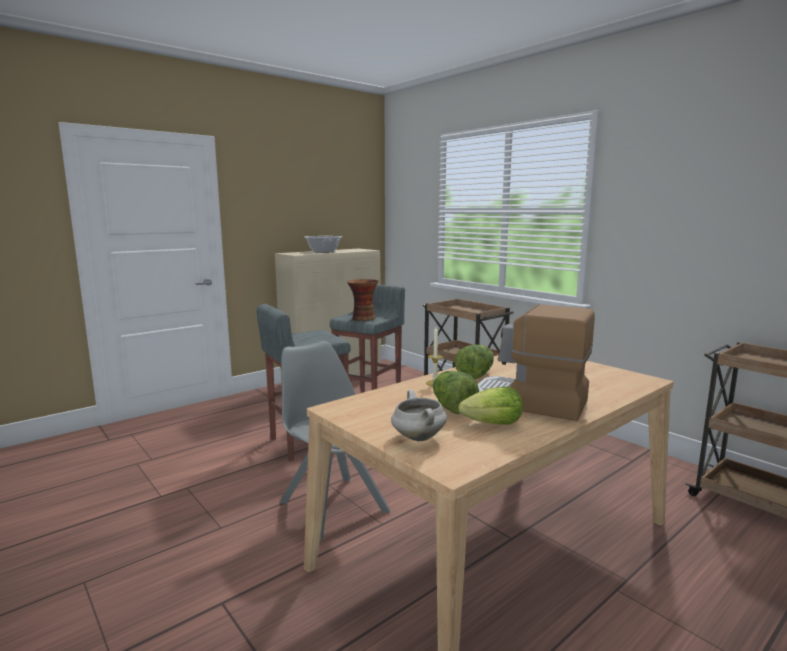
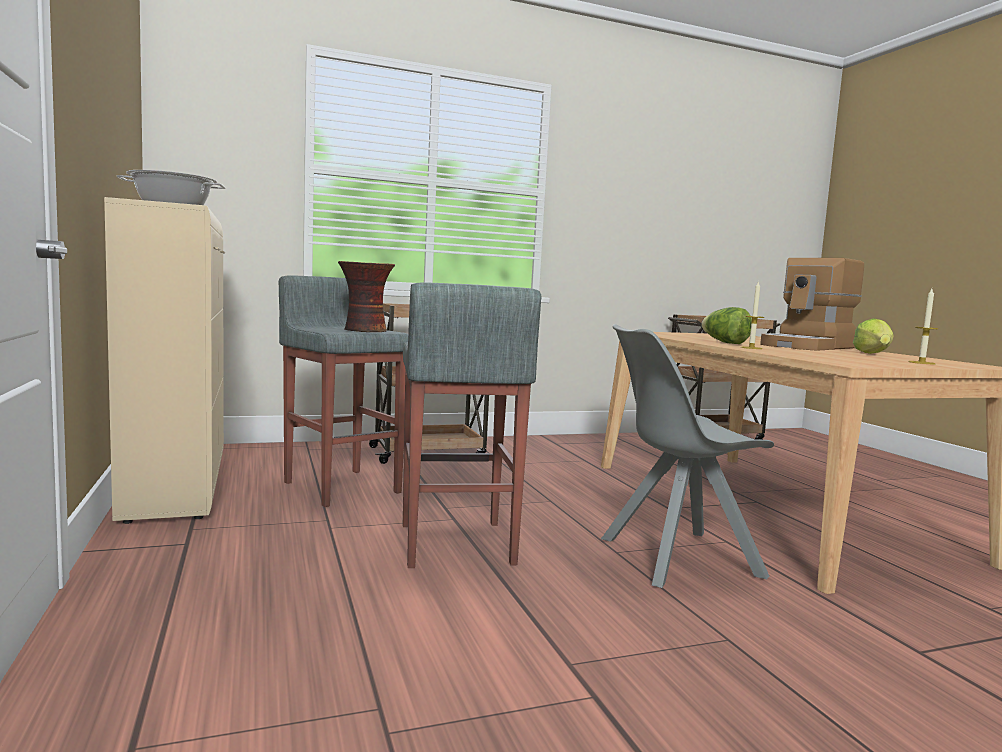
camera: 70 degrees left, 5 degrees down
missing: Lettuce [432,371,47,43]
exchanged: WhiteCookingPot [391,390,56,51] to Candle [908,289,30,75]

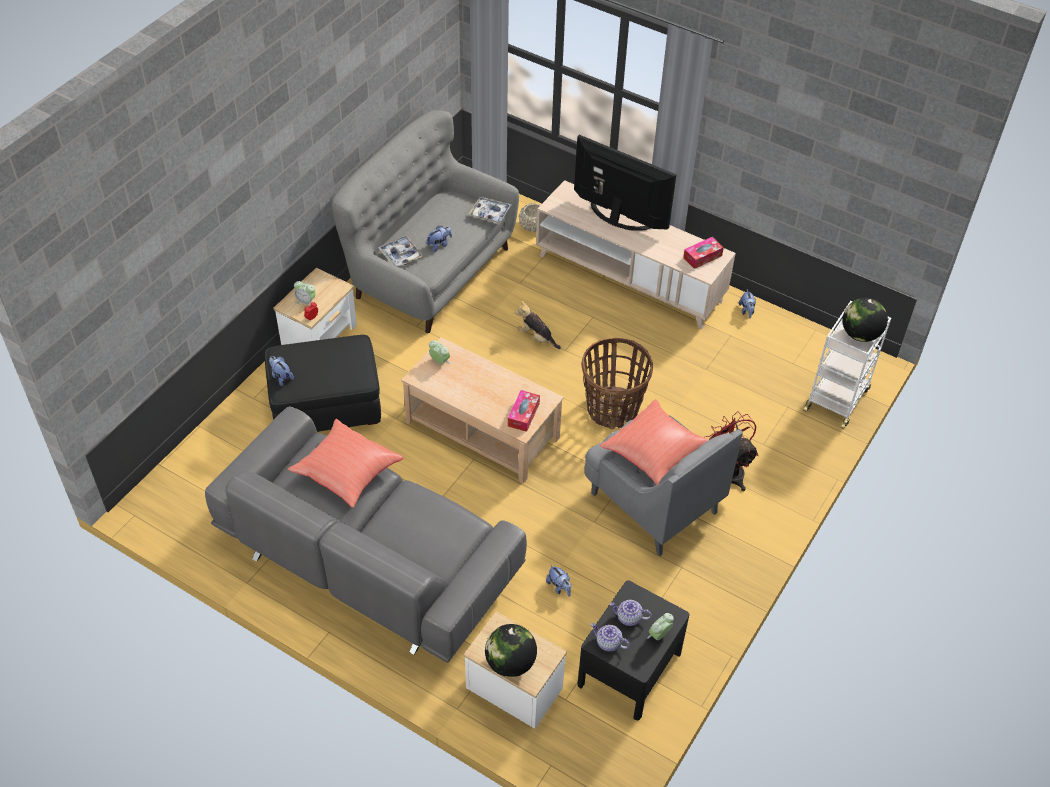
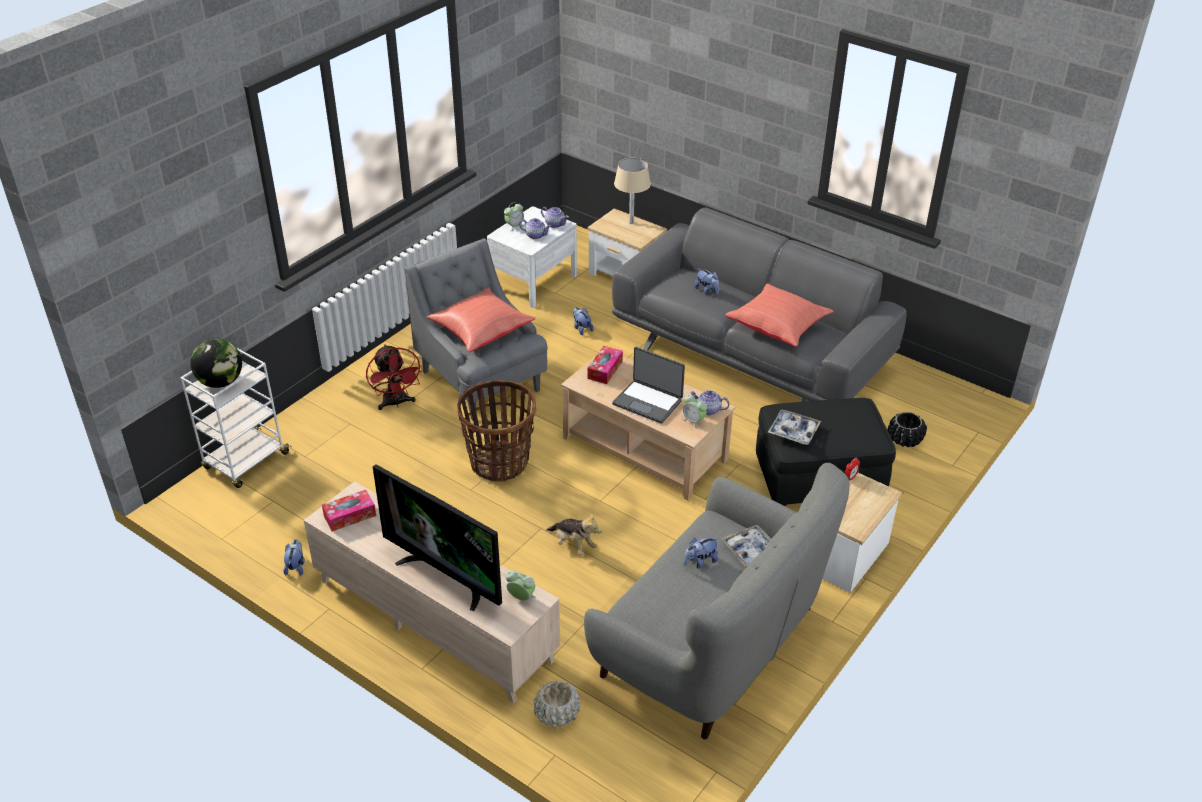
camera: 175 degrees left, 10 degrees down
appeared: Laptop [612,347,73,77]; Teapot [690,390,40,25]; BlackPlanter [888,412,39,35]
relocated: PlushToy [269,356,25,30] to [694,268,25,27]; AlarmClock [294,280,22,26] to [506,570,30,30]; Tray [468,197,43,27] to [768,409,53,36]
exchanged: Globe [485,624,52,53] to BeigeTableLamp [614,158,37,66]
colour: BlackNightstand [577,580,113,140] to WhiteNightstand [487,207,90,101]

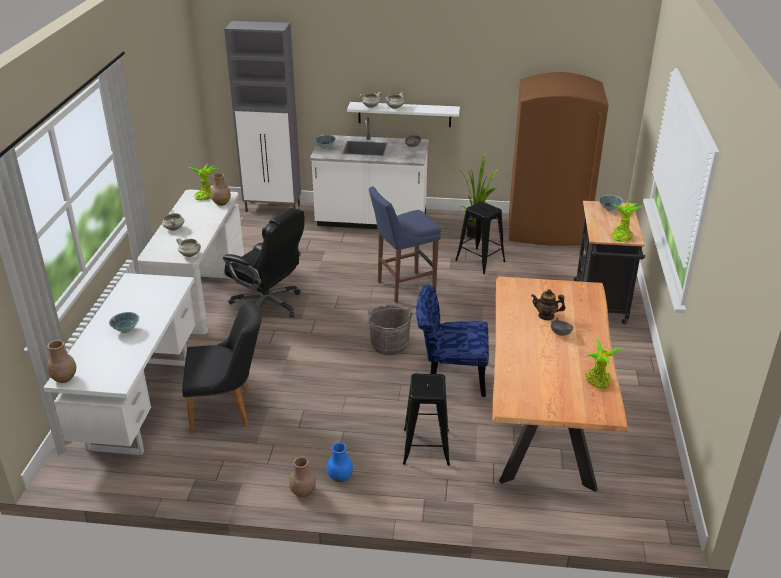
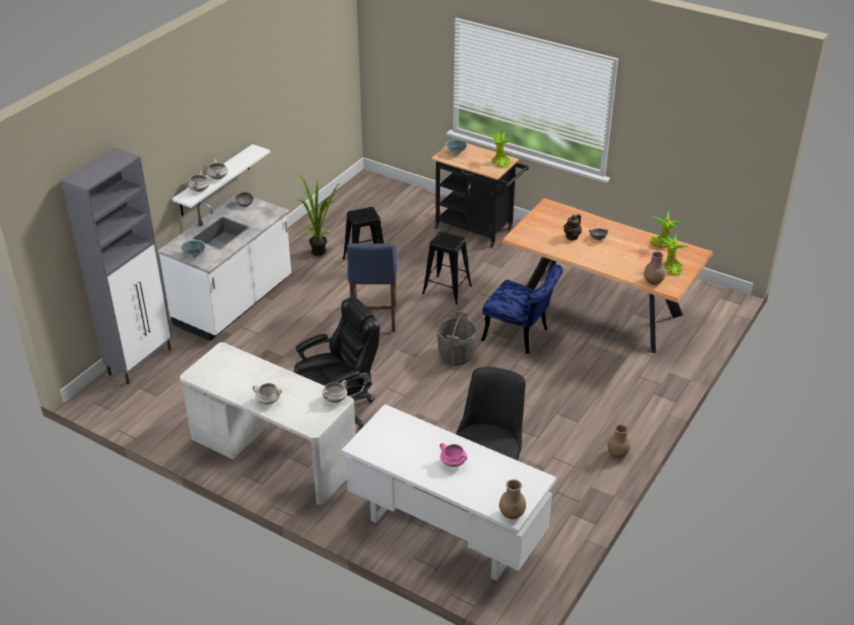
camera: 65 degrees left, 5 degrees up
missing: BlueVase [327,442,26,40]; BrownFridge [509,72,100,174]
relocated: PottedPlant [189,164,28,37] to [660,235,29,40]; BrownVase [211,173,20,33] to [644,251,22,34]; BlackStool [403,373,47,93] to [422,231,50,73]
exchanged: Bowl [109,312,31,21] to PinkCookingPot [440,443,27,24]
spun: BlueChair [416,284,73,113] = [481,264,82,90] 90 degrees counterclockwise

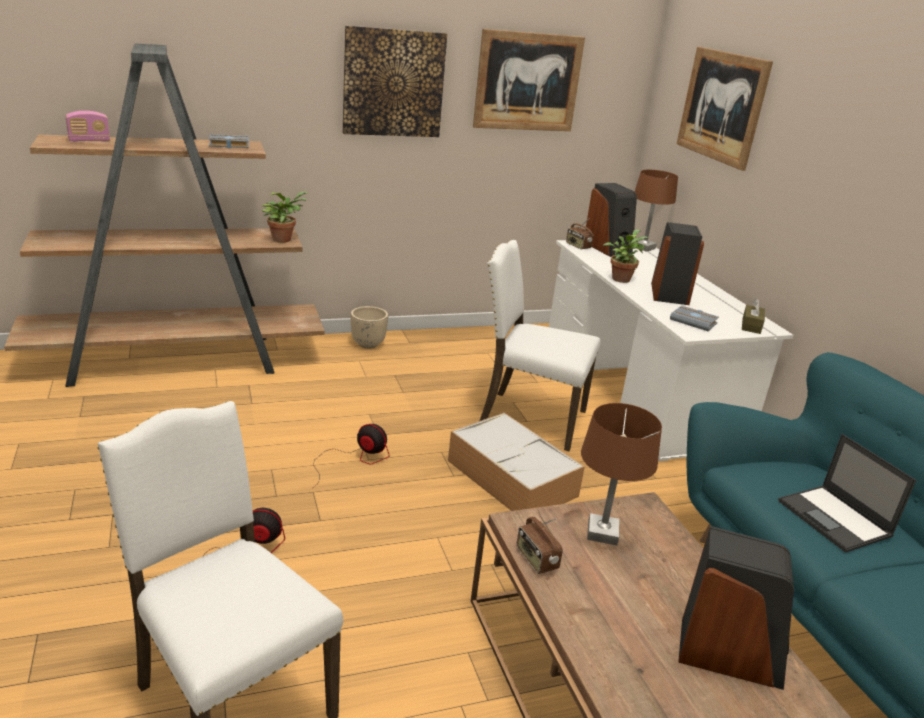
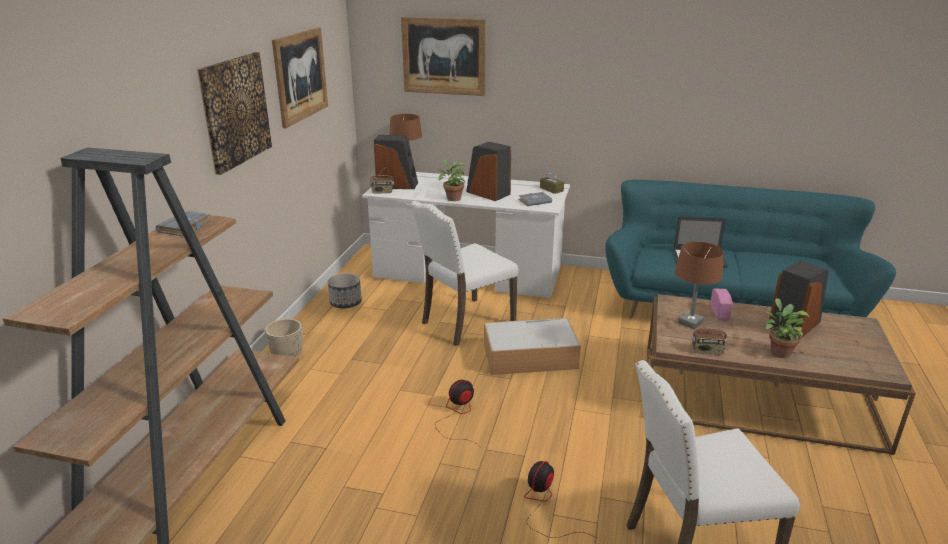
camera: 55 degrees left, 0 degrees up
appeared: Planter [328,273,34,36]
relocated: Radio [65,111,45,31] to [710,288,23,32]; PottedPlant [262,192,47,51] to [765,298,45,60]

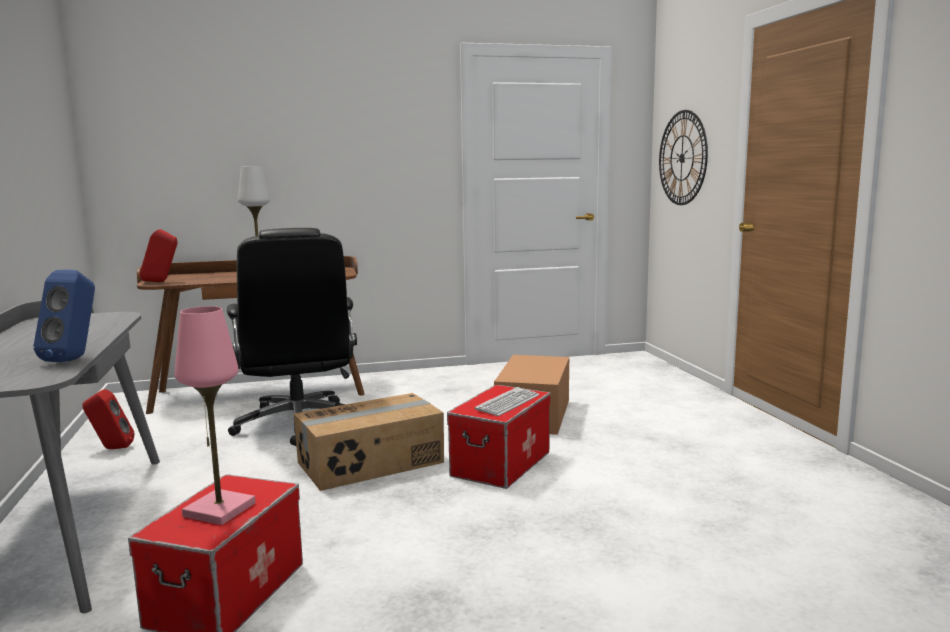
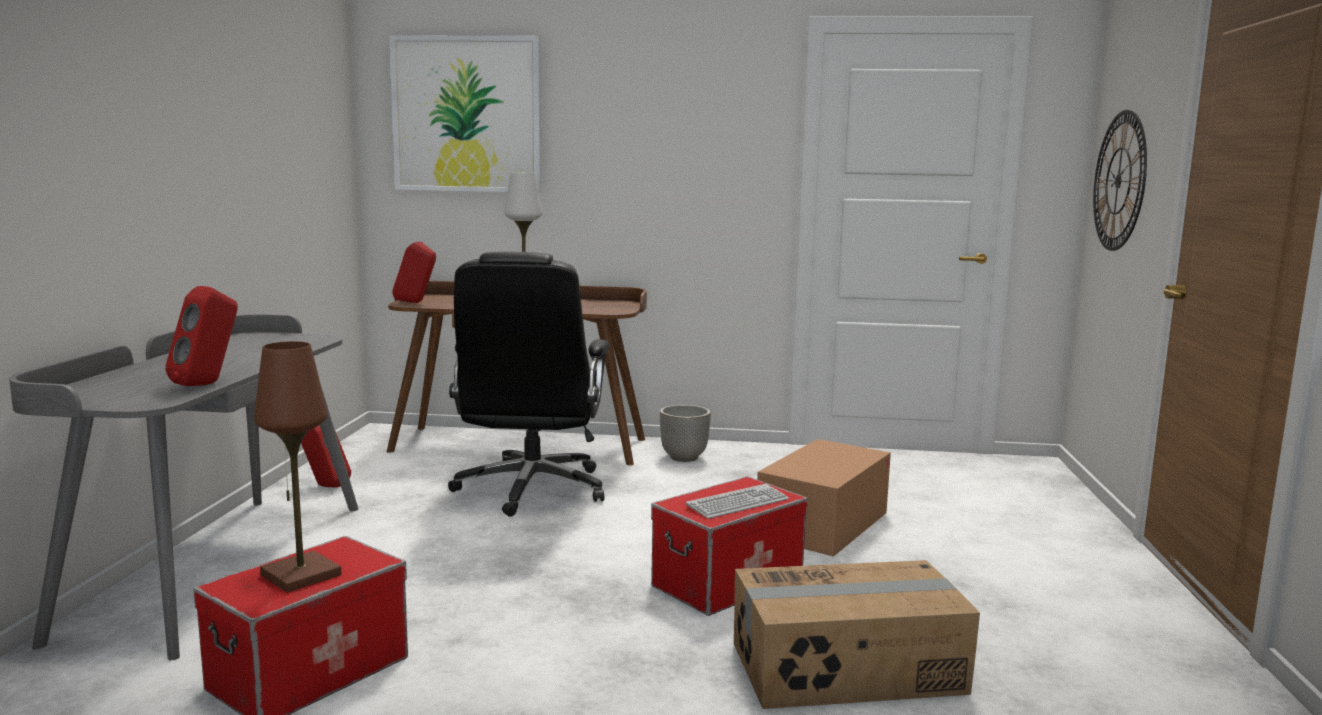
camera: 20 degrees right, 0 degrees up
appeared: Picture [389,35,152,158]; Planter [660,405,51,57]
relocated: CardboardBox [294,393,150,98] to [734,560,246,149]
colour: BlueSpeaker [33,270,62,92] to RedSpeaker [165,286,73,100]; PinkTableLamp [175,306,81,219] to BrownTableLamp [254,341,87,252]

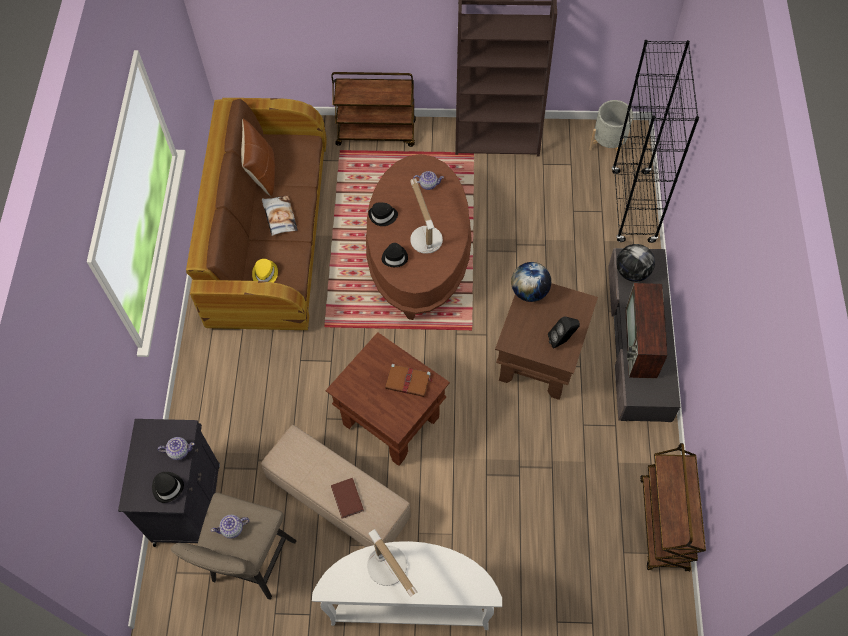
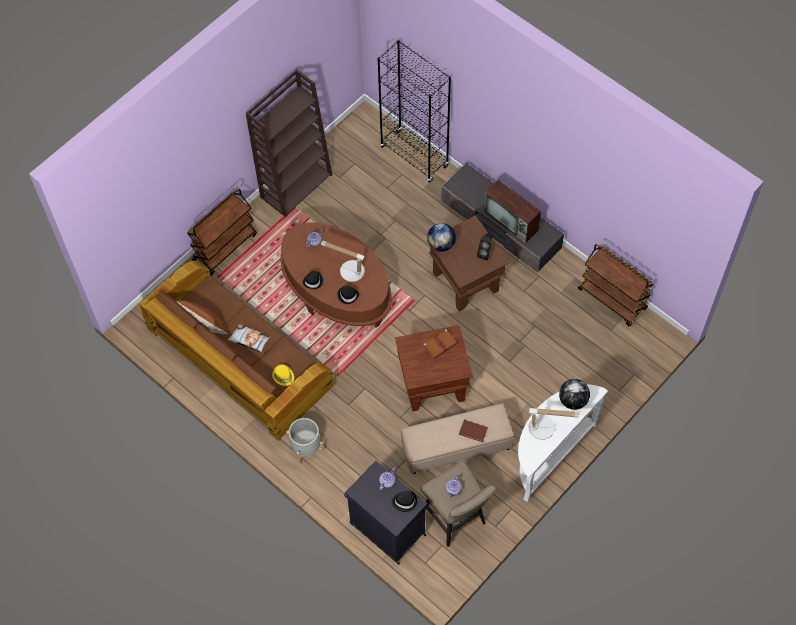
camera: 50 degrees left, 0 degrees up
relocated: GreyPlanter [589,100,44,59] to [287,418,37,47]; Globe [616,244,39,38] to [559,379,31,31]

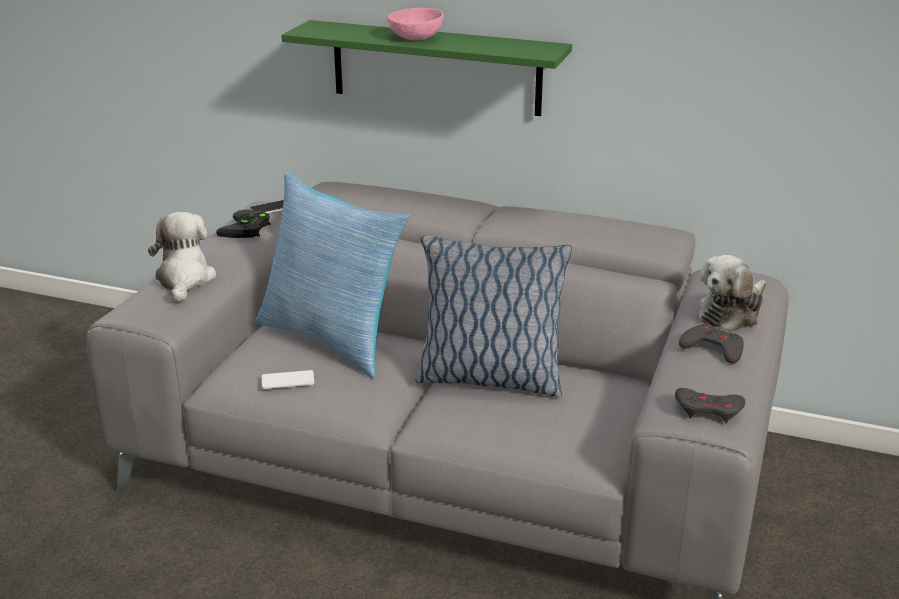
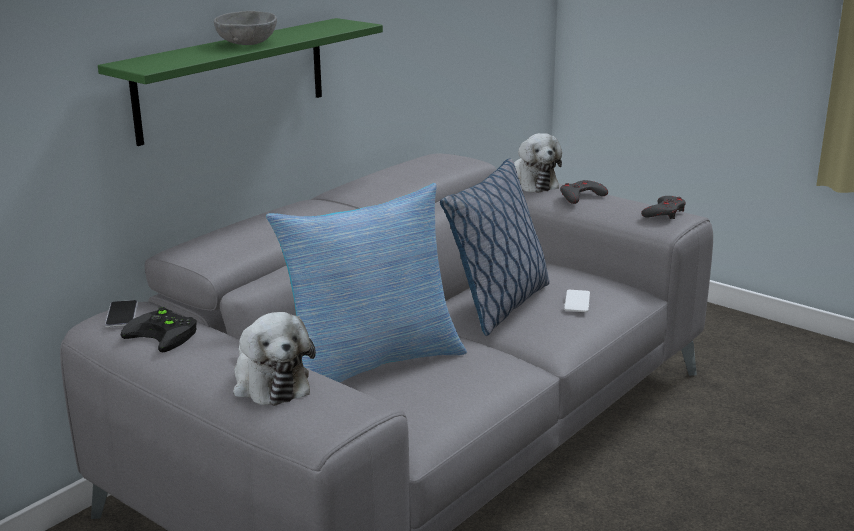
camera: 70 degrees left, 5 degrees down
relocated: Phone [262,370,52,19] to [564,290,26,22]
colour: PinkBowl [387,8,57,32] to GreyBowl [214,11,63,34]
spun: PlushToy [148,212,68,90] = [233,312,83,94] 135 degrees counterclockwise

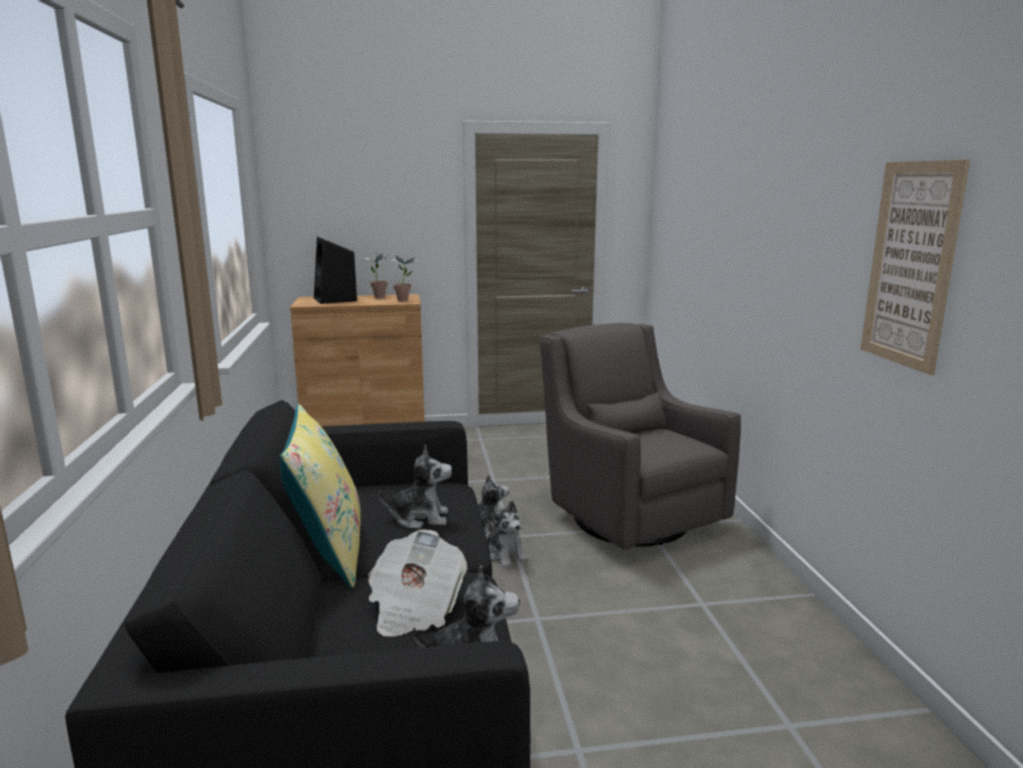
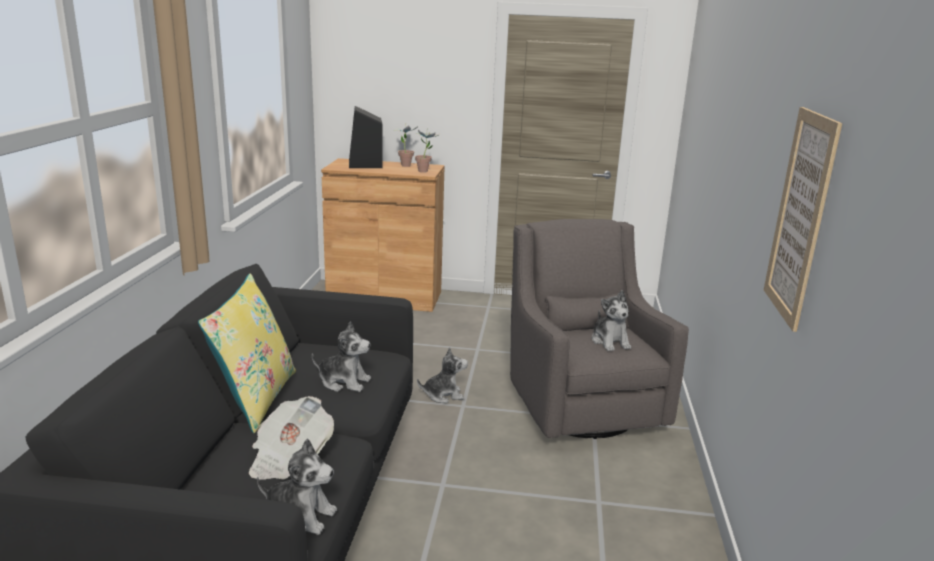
camera: 15 degrees right, 5 degrees up
relocated: PlushToy [487,500,41,68] to [592,290,39,61]

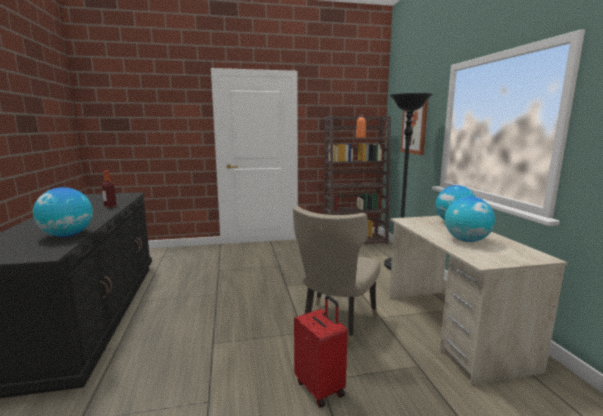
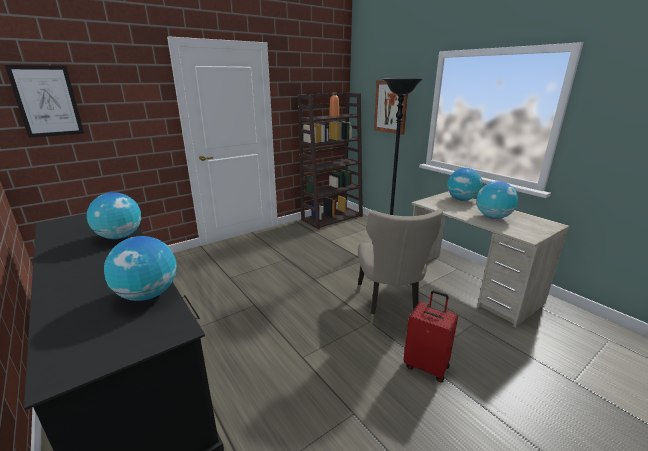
camera: 25 degrees left, 10 degrees up
appeared: Picture [5,65,79,73]
exchanged: Bottle [102,171,15,36] to Globe [87,192,55,47]

